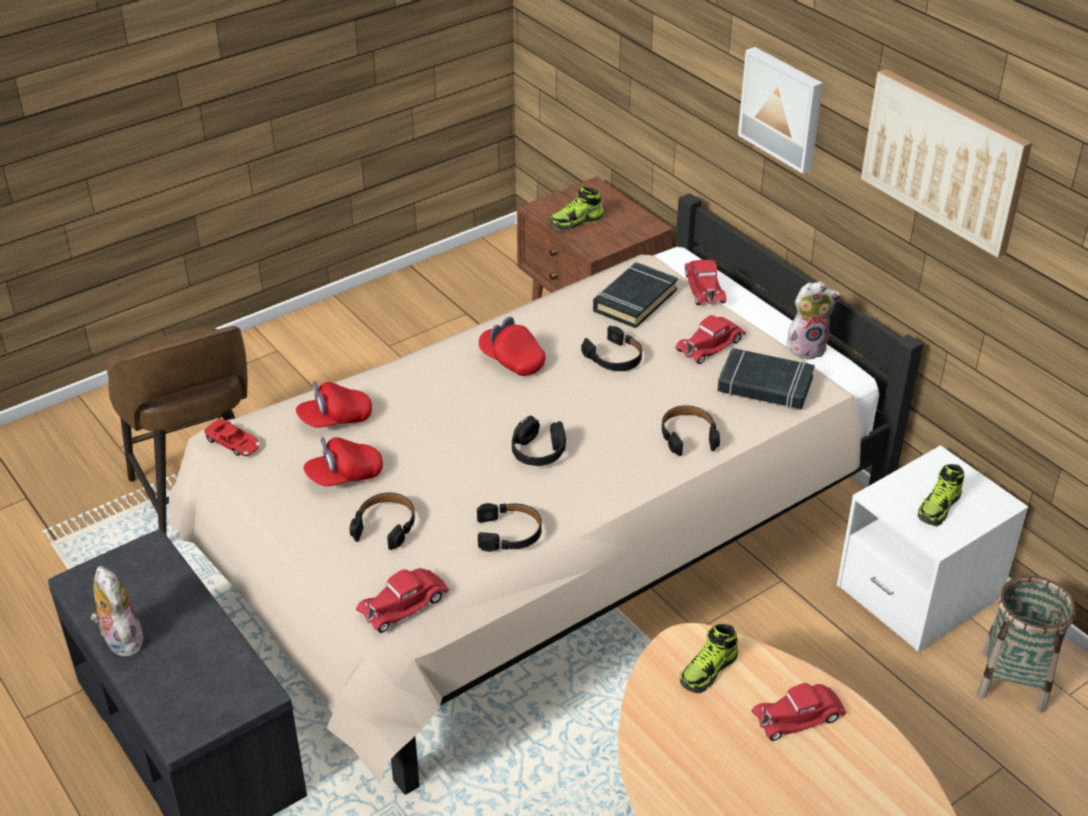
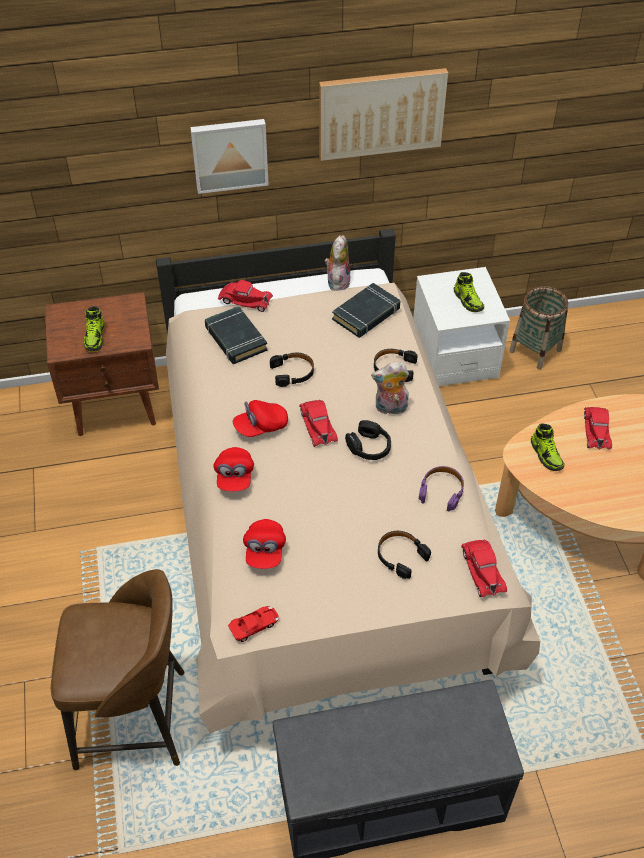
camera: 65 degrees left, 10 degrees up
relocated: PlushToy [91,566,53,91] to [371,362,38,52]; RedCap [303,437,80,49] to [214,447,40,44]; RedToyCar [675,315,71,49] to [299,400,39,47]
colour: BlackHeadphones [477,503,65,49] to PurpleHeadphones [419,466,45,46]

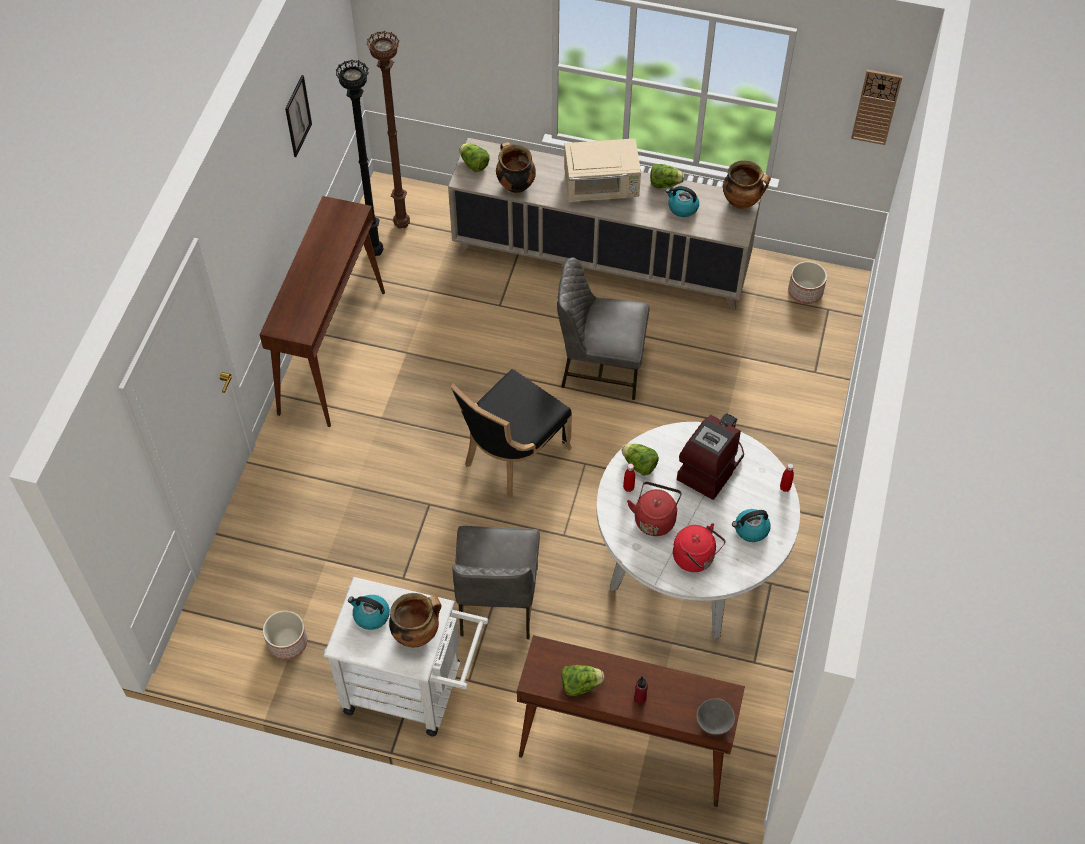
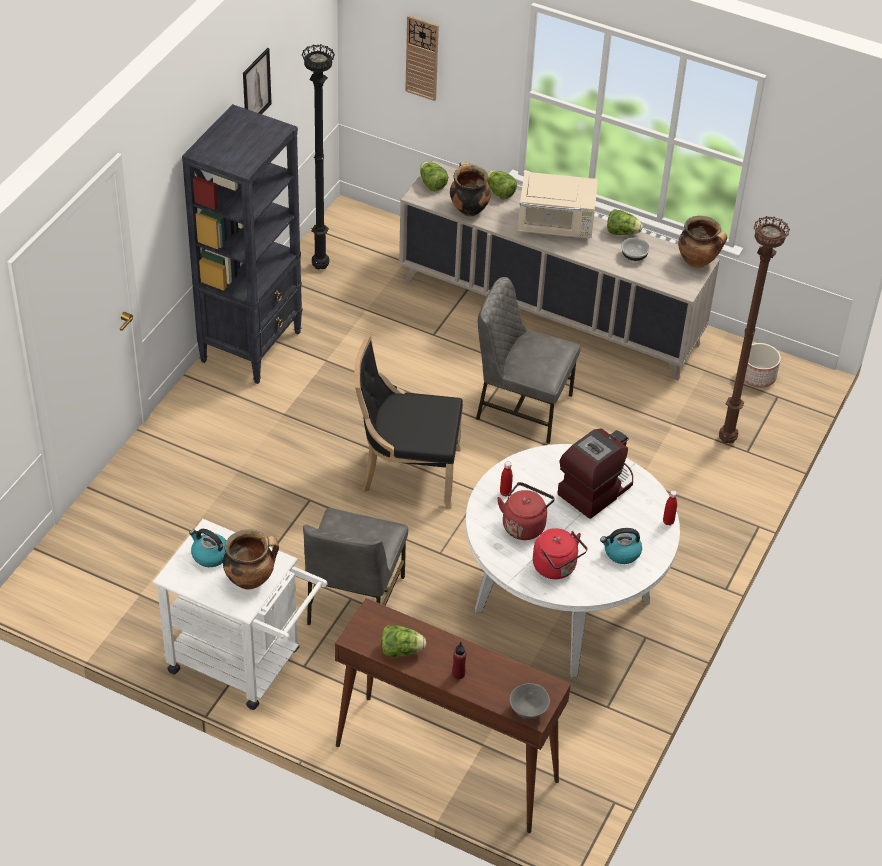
camera: 10 degrees right, 10 degrees down
missing: Planter [263,611,44,49]
relocated: BrownFloorLamp [367,31,43,198] to [719,216,71,227]; Lettuce [622,443,37,33] to [487,171,30,28]; WallClock [851,69,52,76] to [405,15,34,86]
exchanged: BrownConsoleTable [260,196,125,231] to BlackBookcase [182,104,121,280]; Kettle [666,186,33,31] to Bowl [621,238,29,23]
spun: BlackChair [450,369,122,129] = [355,335,108,174] 45 degrees clockwise

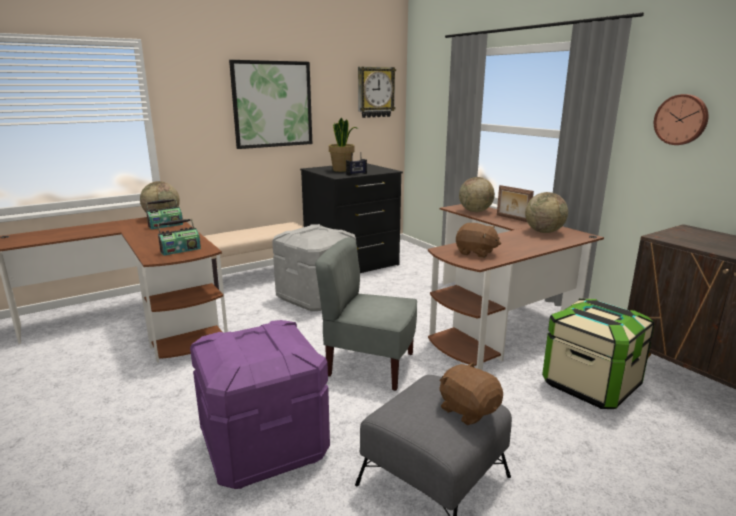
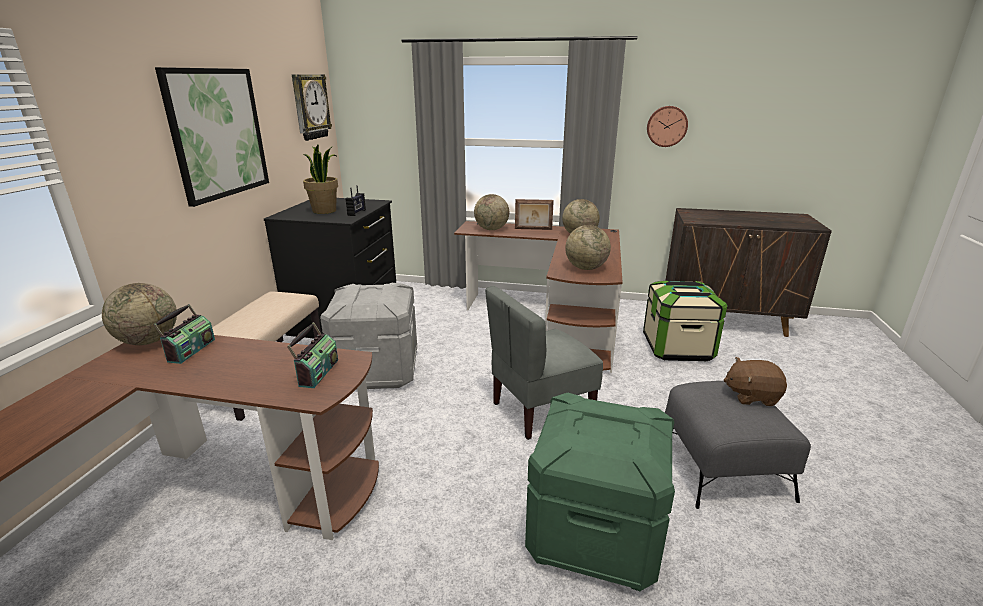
camera: 45 degrees left, 5 degrees up
exchanged: BrownPlushToy [456,223,45,35] to Globe [565,225,46,45]
colour: PurpleStorageBox [190,320,140,169] to GreenStorageBox [525,393,150,198]

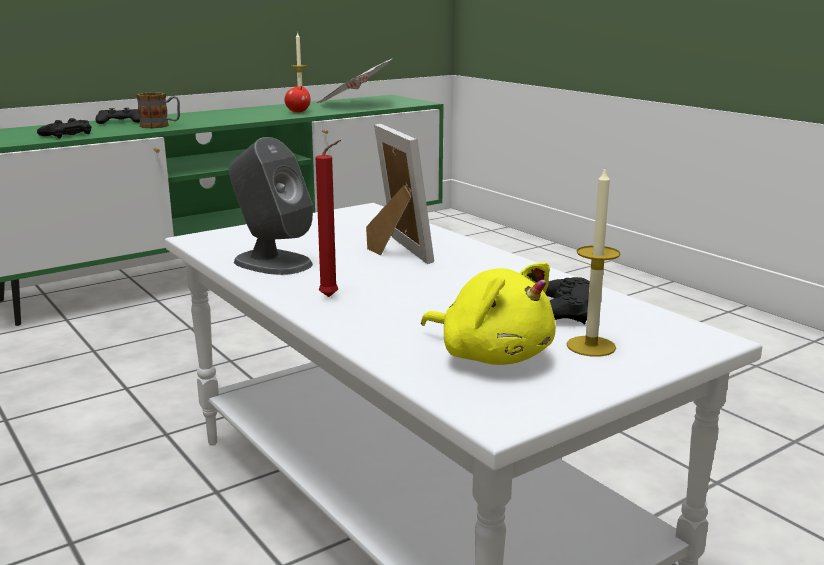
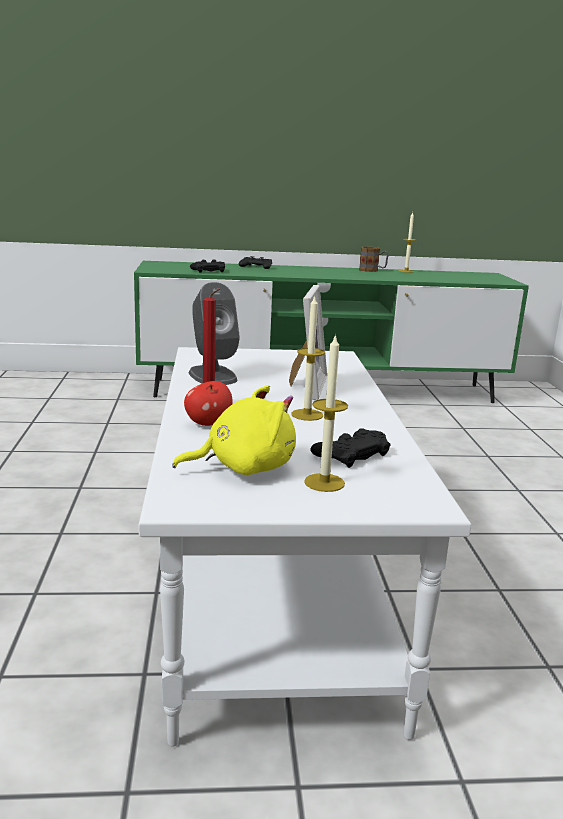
camera: 30 degrees right, 0 degrees up
missing: Newspaper [317,58,76,45]
appeared: Candle [291,295,34,126]
relocated: Mug [136,92,44,36] to [359,246,30,26]; Apple [285,86,26,27] to [184,381,49,45]
spun: YellowPlushToy [421,262,135,103] = [172,385,124,90] 90 degrees counterclockwise

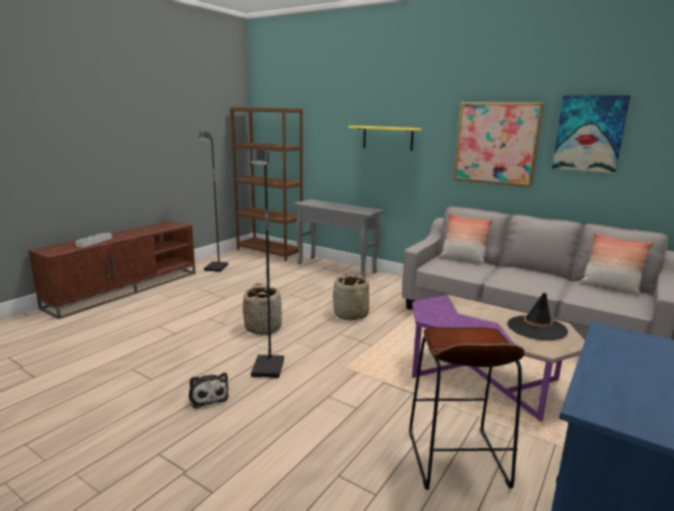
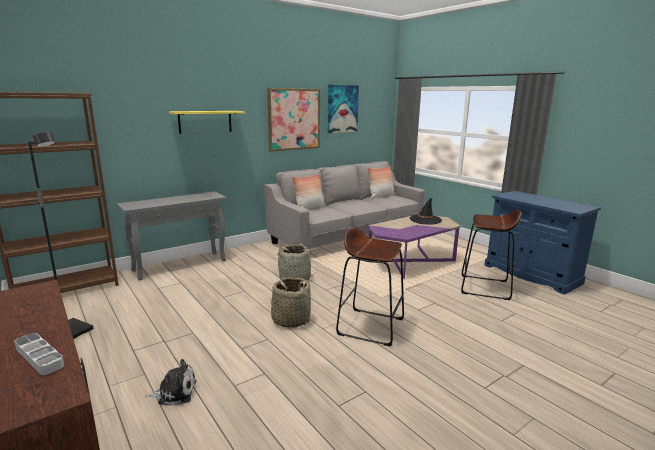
camera: 70 degrees left, 0 degrees up
relocated: PlushToy [189,372,40,37] to [145,359,51,47]
exchanged: BlackFloorLamp [250,150,34,228] to BrownStool [336,228,68,119]

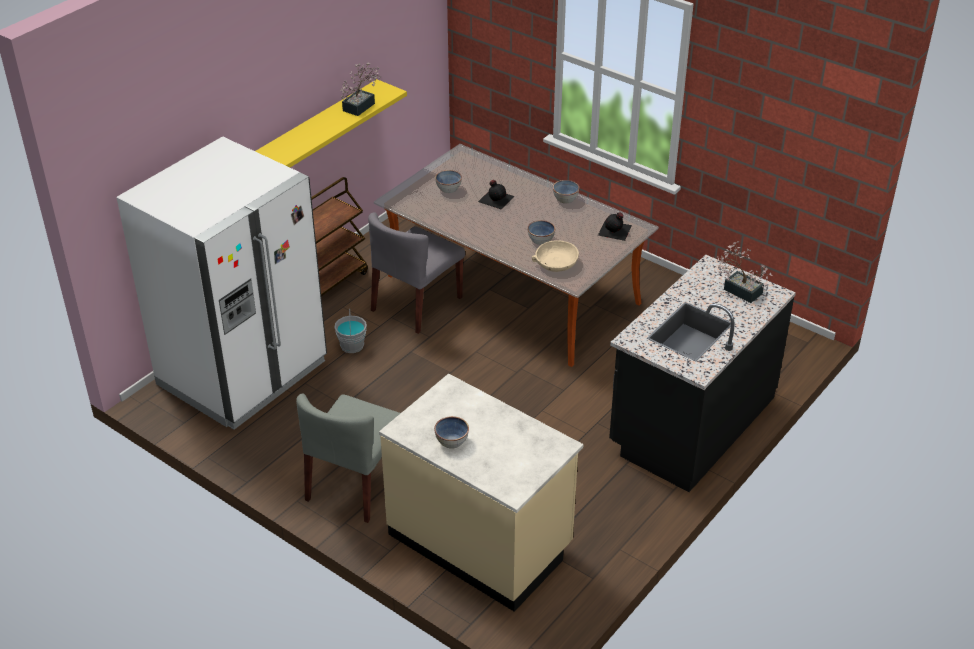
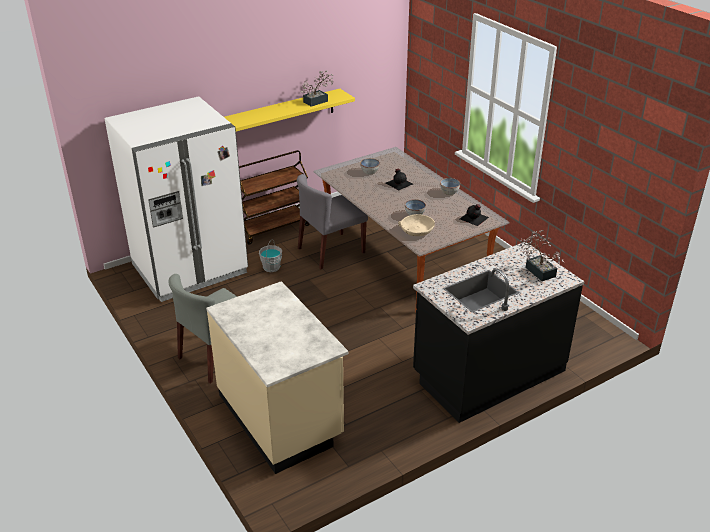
camera: 20 degrees right, 5 degrees down
missing: Bowl [434,416,35,33]

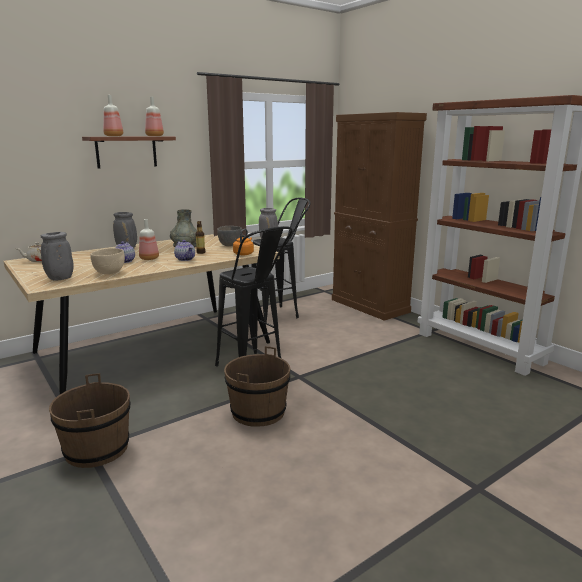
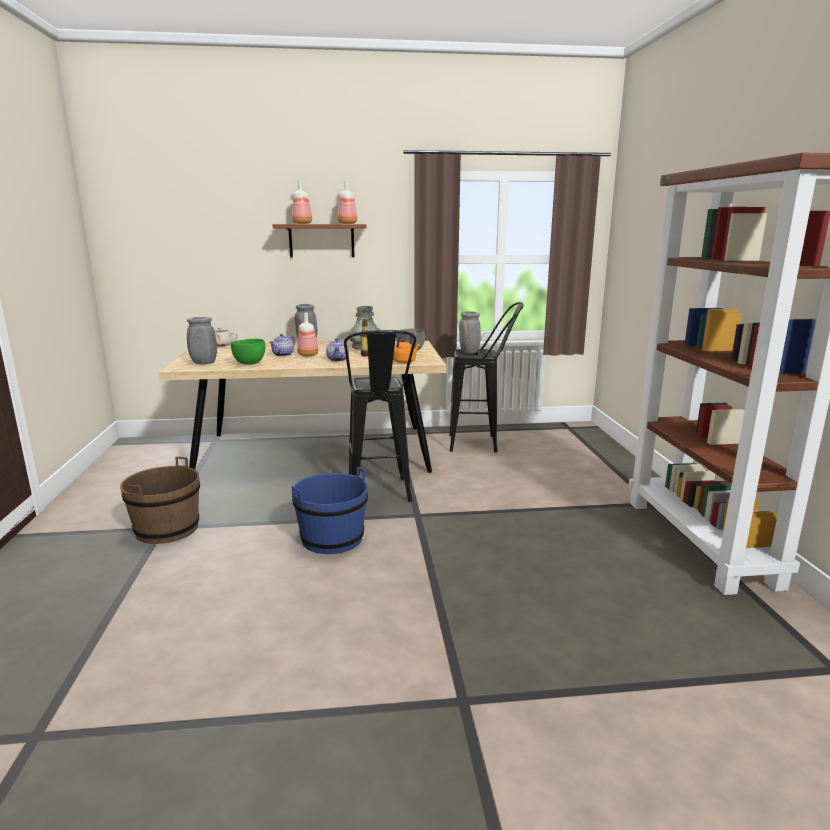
camera: 30 degrees right, 0 degrees up
missing: BrownCabinet [332,112,95,209]
colour: BeigeBowl [90,248,35,26] to GreenBowl [231,339,34,26]; BrownBucket [224,346,66,81] to BlueBucket [292,467,76,87]

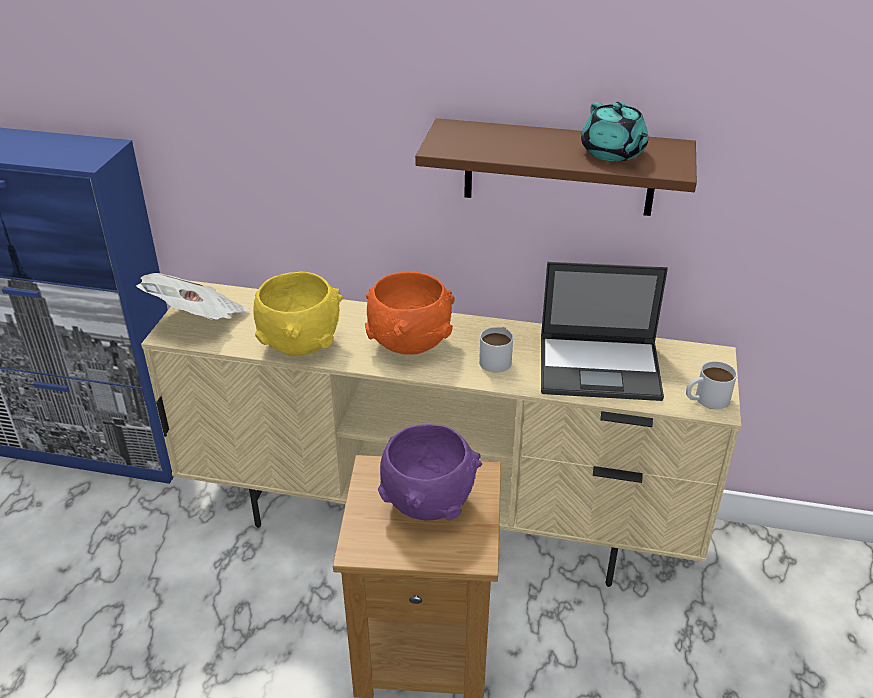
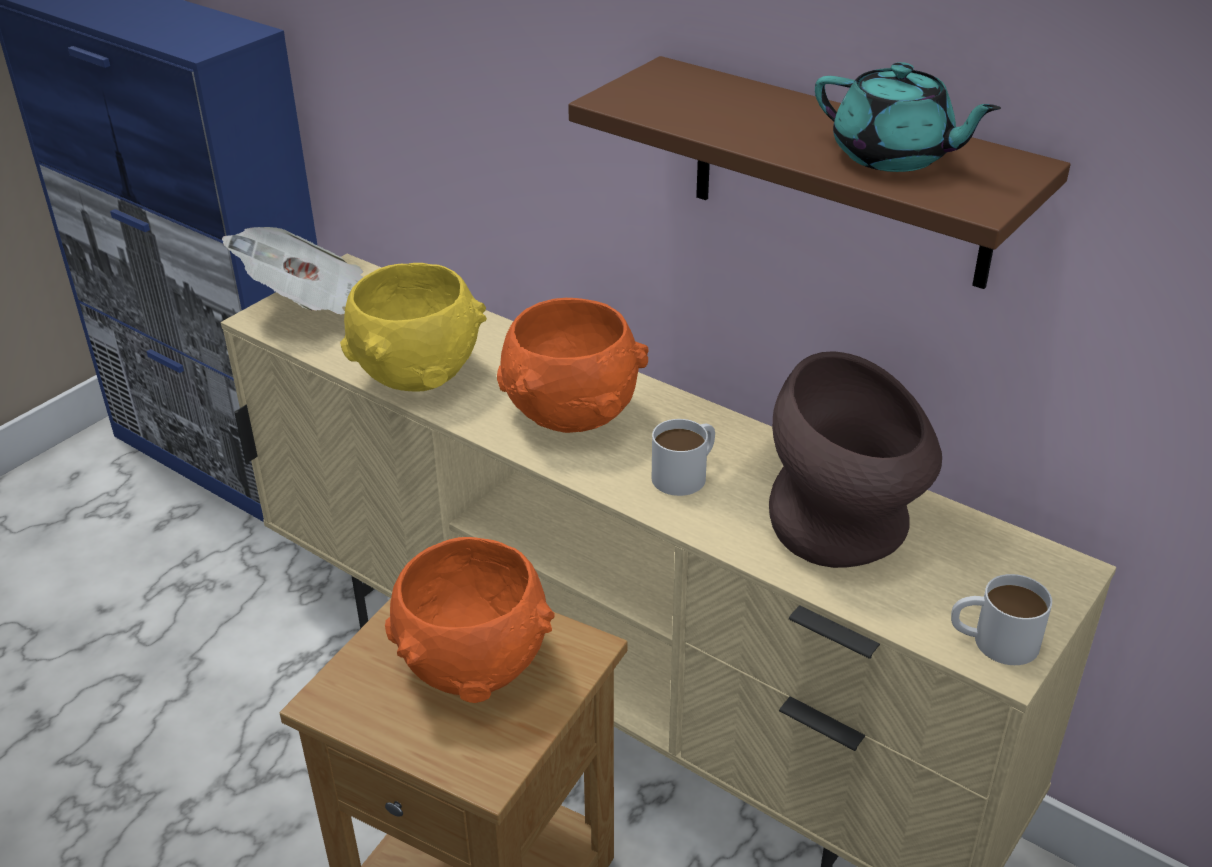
camera: 25 degrees right, 0 degrees up
exchanged: Laptop [541,262,127,139] to BrownVase [769,351,173,217]
colour: PurpleBowl [378,424,104,96] to OrangeBowl [385,537,170,166]
spun: TurquoiseTeapot [581,102,67,59] = [815,62,186,110] 60 degrees counterclockwise

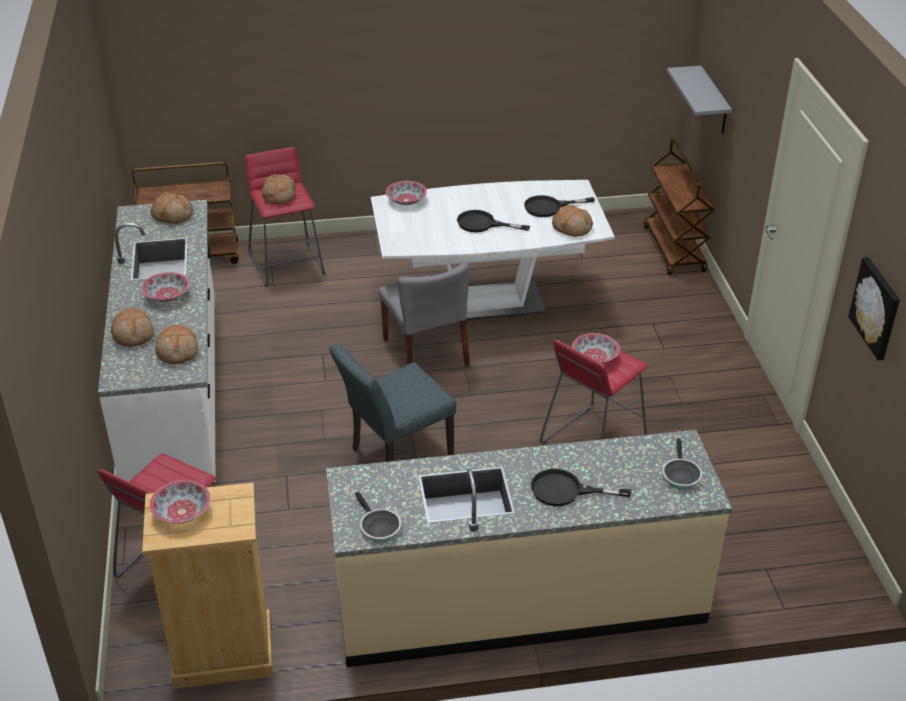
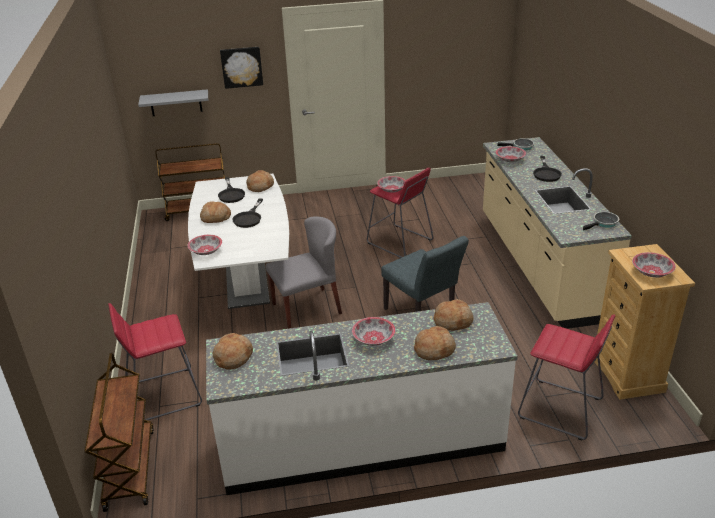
camera: 90 degrees left, 5 degrees down
appeared: Bowl [496,146,30,16]
relocated: Bread [262,174,34,30] to [200,201,31,22]; Picture [848,257,52,103] to [220,47,43,42]

